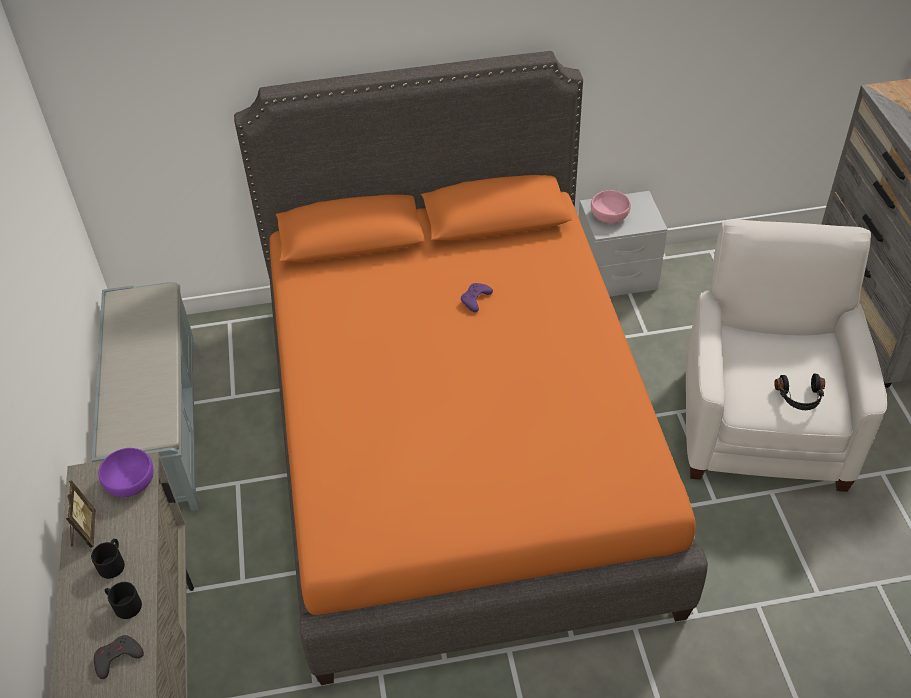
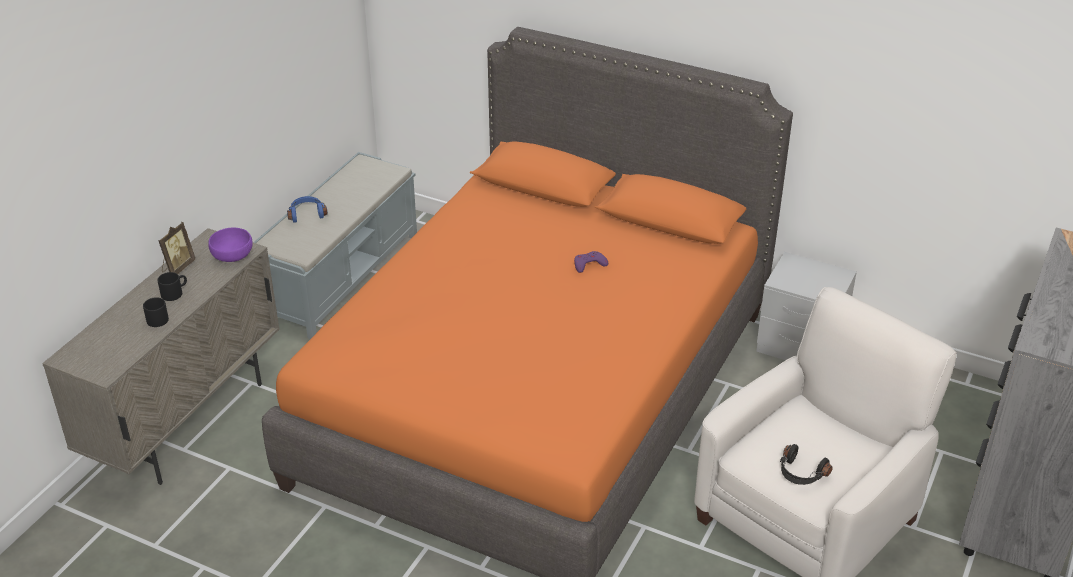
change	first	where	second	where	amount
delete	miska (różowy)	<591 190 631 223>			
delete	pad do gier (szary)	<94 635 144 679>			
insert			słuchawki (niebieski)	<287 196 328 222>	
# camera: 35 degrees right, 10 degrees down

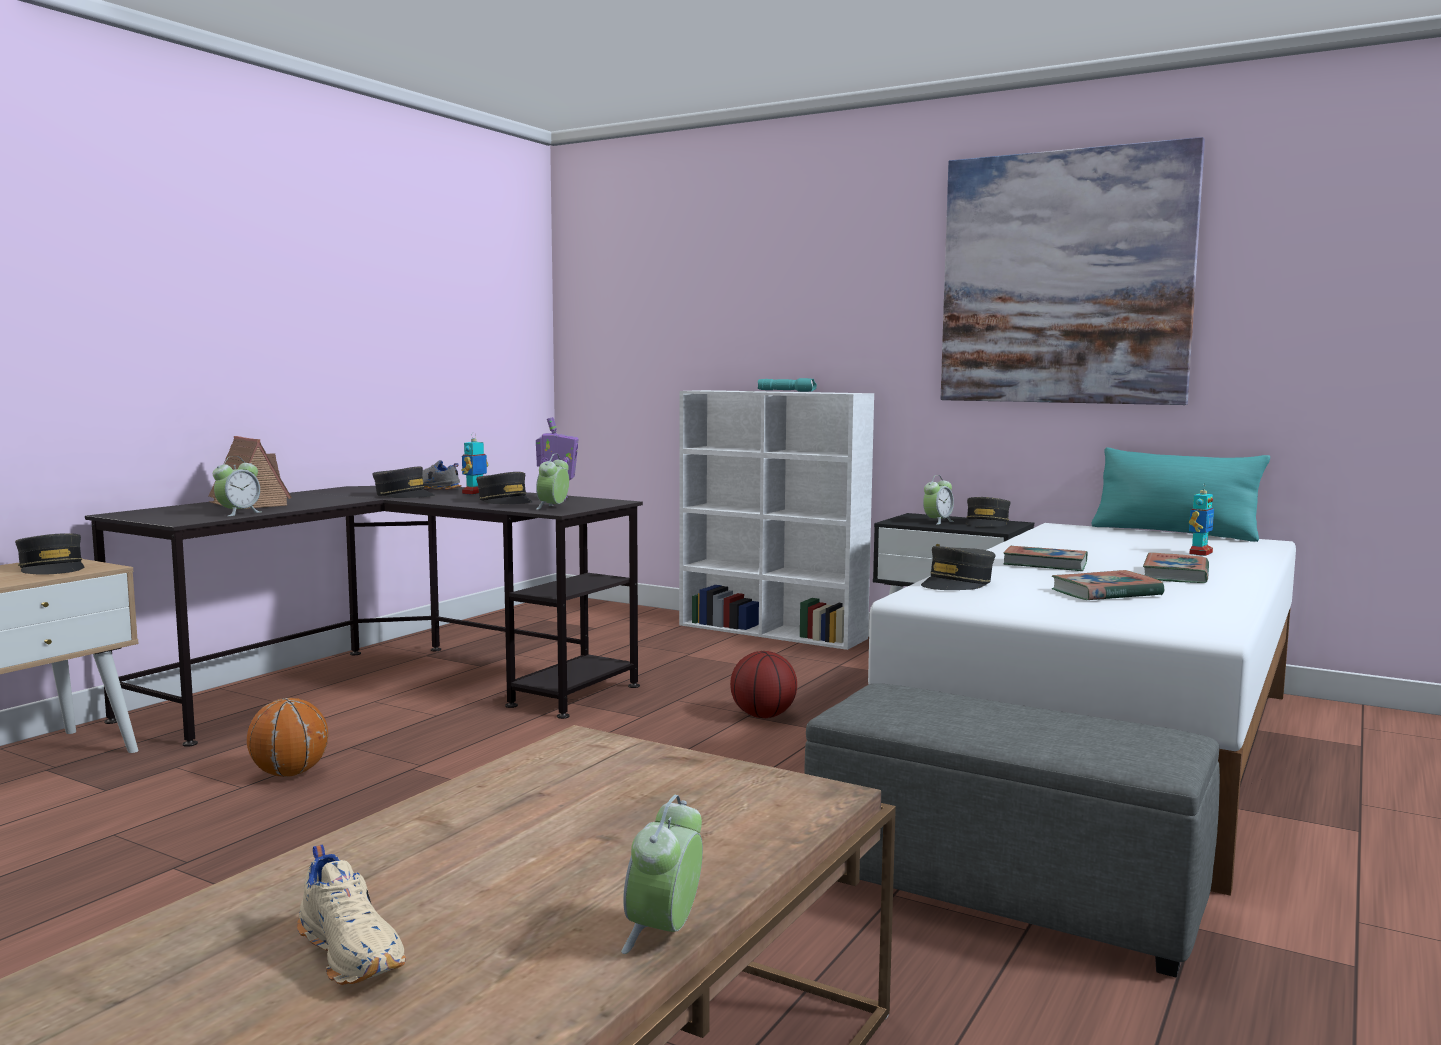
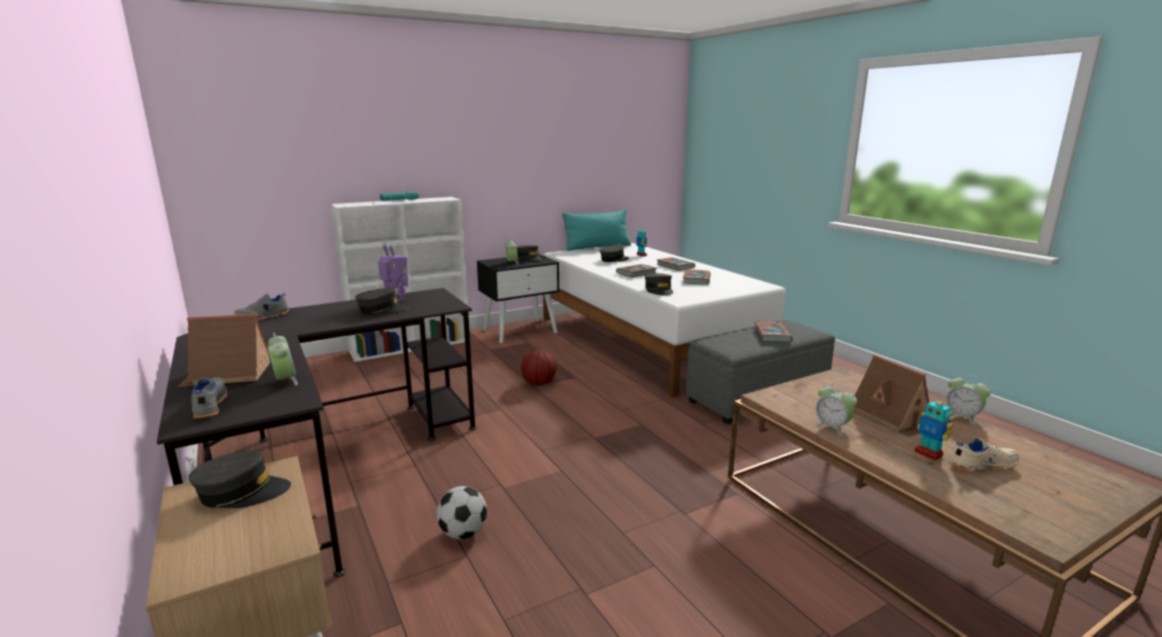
change	first	where	second	where	amount
delete	obraz	<941 137 1205 405>			
move	robot zabawkowy	<461 432 489 495>		<915 396 953 460>	
move	budzik	<536 454 569 510>		<813 383 857 436>	
move	czapka z daszkiem (szary)	<372 466 435 498>		<600 245 629 262>	
replace	piłka do koszykówki	<247 698 328 777>	piłka futbolowa	<437 486 487 539>	
insert			książka	<754 322 792 342>	
insert			domek	<854 354 929 437>	
insert			but (szary)	<192 377 227 419>	
# camera: 60 degrees left, 10 degrees up

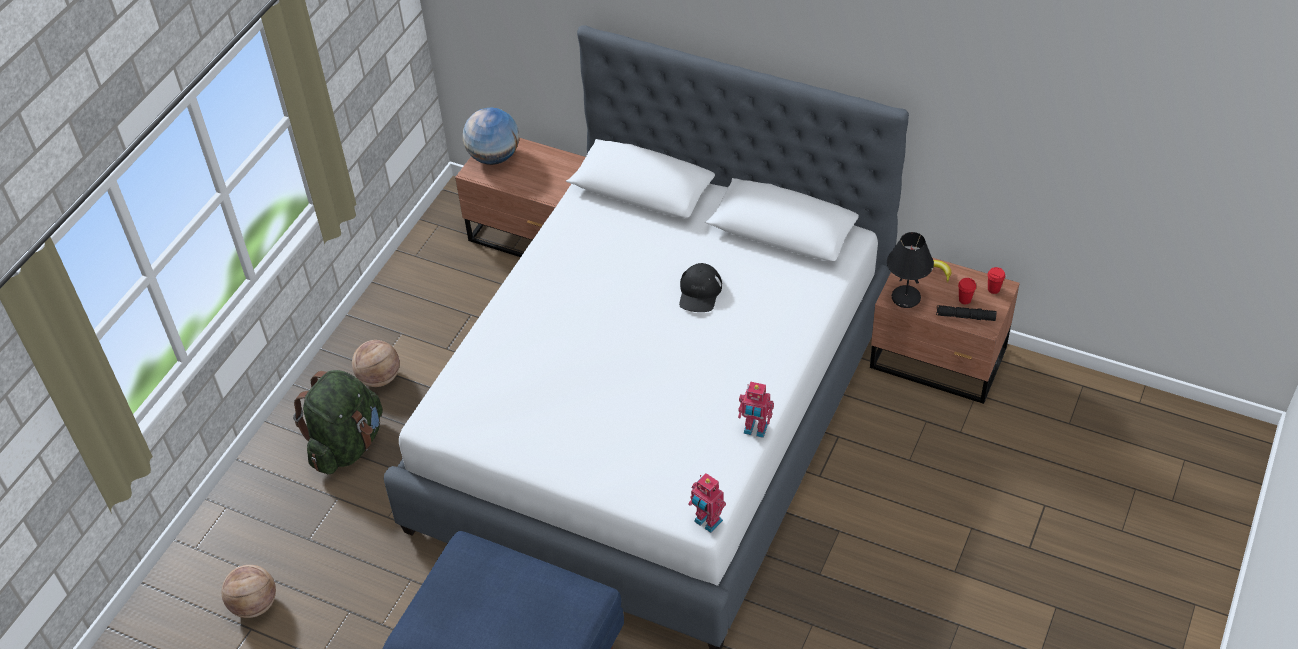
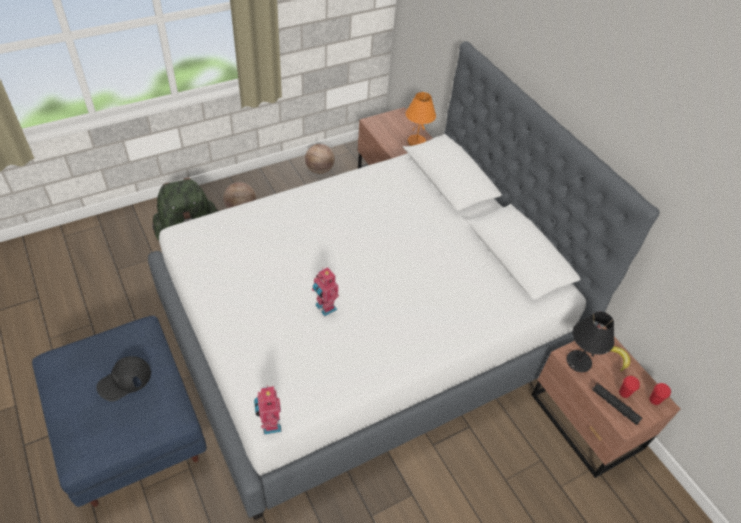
change	first	where	second	where	amount
delete	globus	<463 108 519 165>			
move	czapka z daszkiem (czarny)	<679 263 722 312>		<96 356 151 402>	
move	robot zabawkowy	<738 381 774 438>		<312 267 339 316>	
move	piłka do koszykówki	<222 565 276 618>		<305 144 335 174>	
insert			lampa stołowa (pomarańczowy)	<405 92 436 146>	
# camera: 30 degrees right, 0 degrees up

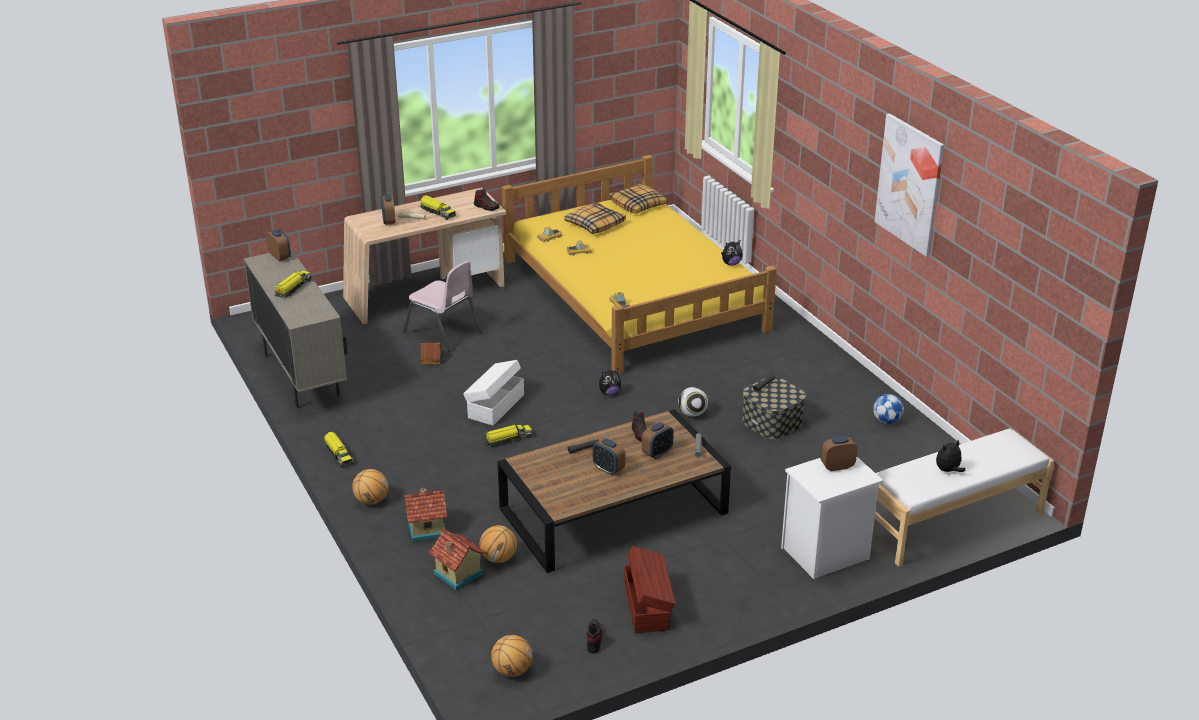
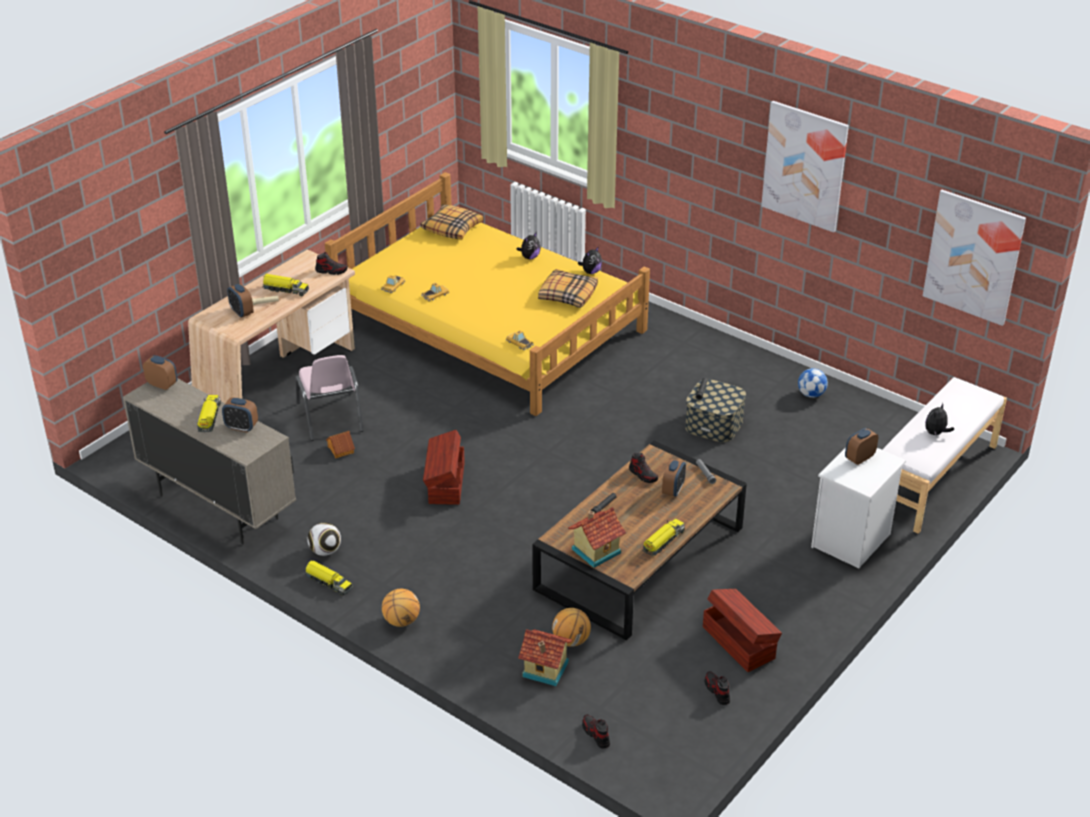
change	first	where	second	where	amount
move	poduszka	<564 202 626 234>		<538 269 598 308>	
rotate	krzesło (różowy)	<403 261 482 352>		<295 355 364 441>	60 degrees clockwise
recolor	pojemnik do przechowywania (biały)	<463 360 524 426>	pojemnik do przechowywania (brązowy)	<423 430 465 505>	
move	pluszak	<599 369 621 395>		<517 232 541 259>	
move	piłka futbolowa	<678 387 708 417>		<307 523 341 556>	
move	ciężarówka zabawkowa	<484 424 532 447>		<642 519 685 556>	
move	budzik	<593 438 625 475>		<222 397 258 432>	
move	domek	<404 488 447 541>		<568 507 626 568>	
delete	piłka do koszykówki	<491 635 533 677>			
insert			obraz	<923 190 1026 326>	
insert			but	<582 714 610 749>	
# camera: 25 degrees left, 5 degrees up

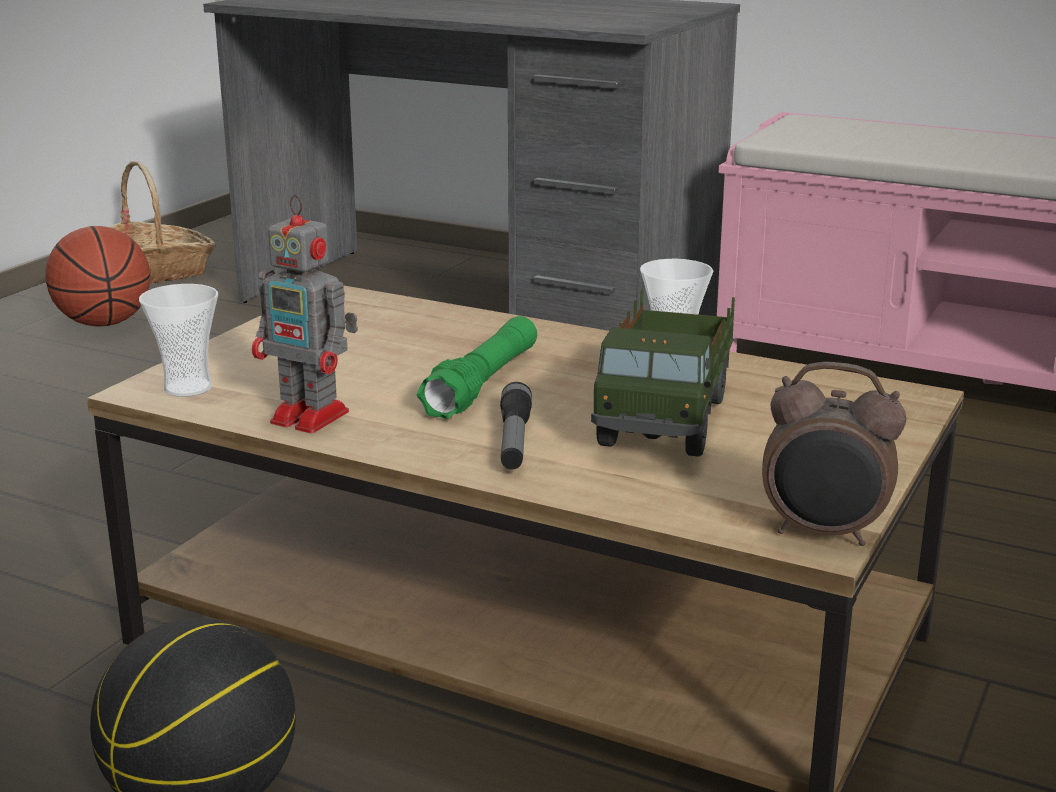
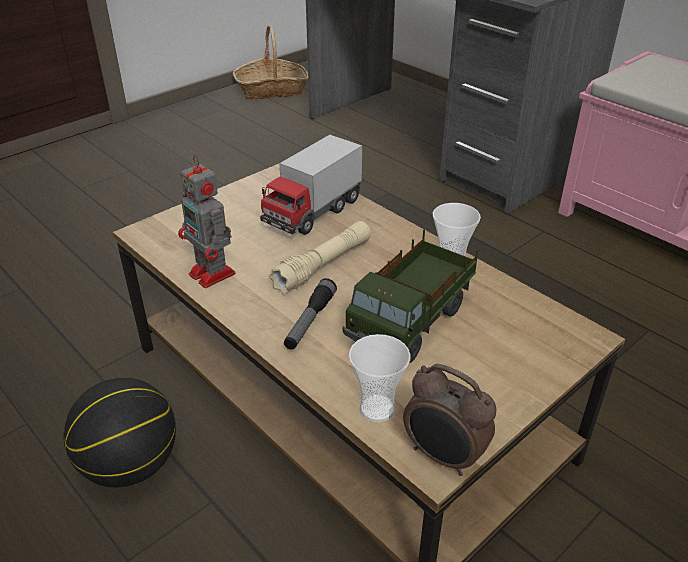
change	first	where	second	where	amount
delete	piłka do koszykówki	<45 226 150 327>			
move	filiżanka	<139 284 218 397>		<349 334 411 422>	
recolor	latarka (zielony)	<417 316 537 419>	latarka (beżowy)	<268 221 371 294>	
insert			ciężarówka zabawkowa	<260 135 362 235>	
# camera: 20 degrees right, 15 degrees up

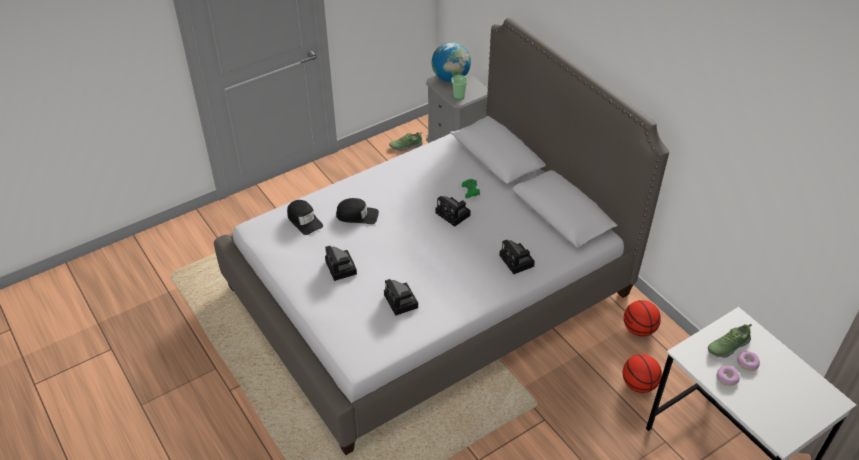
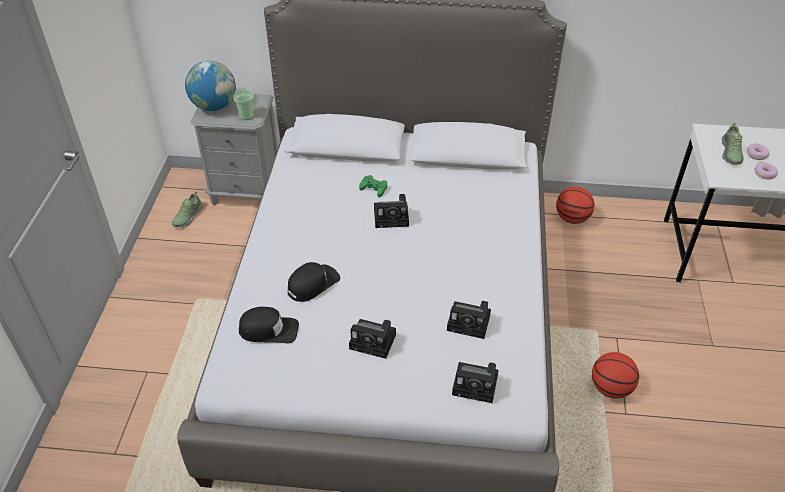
change	first	where	second	where	amount
move	aparat fotograficzny	<499 240 535 274>		<452 362 499 403>	
move	piłka do koszykówki	<623 354 662 393>		<592 352 639 398>	
# camera: 50 degrees left, 0 degrees up

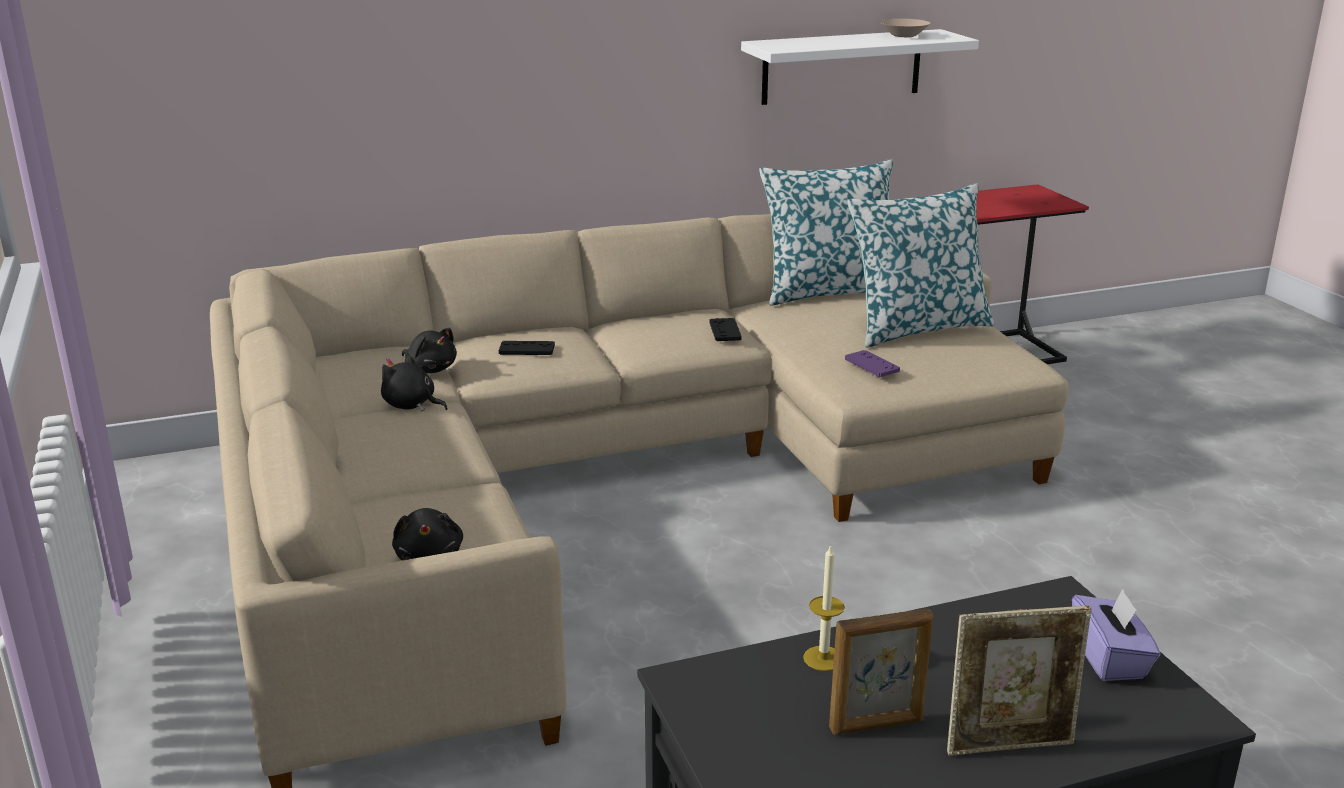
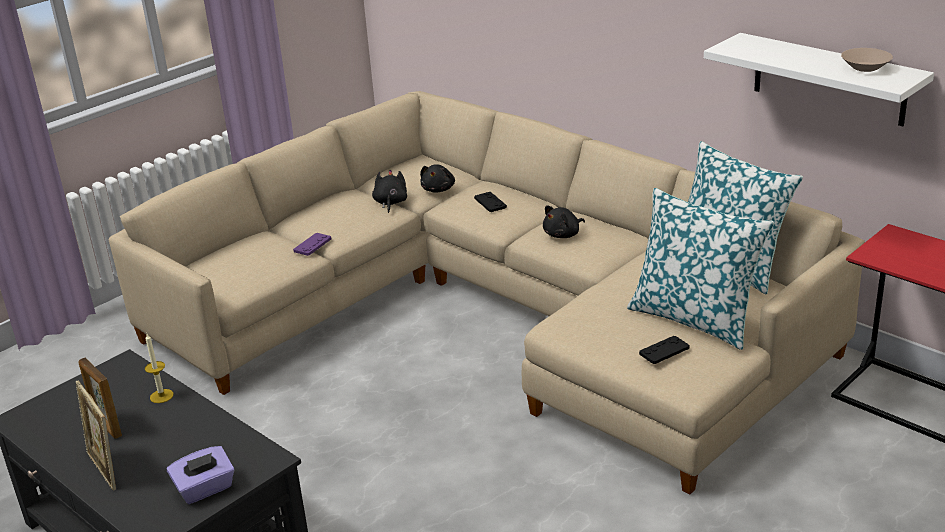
change	first	where	second	where	amount
move	pad do gier (czarny)	<710 318 742 341>		<639 336 689 364>	
move	pad do gier (fioletowy)	<845 350 900 377>		<293 233 331 256>	
move	pluszak (czarny)	<392 508 463 561>		<543 205 585 238>	
# camera: 65 degrees right, 5 degrees up

